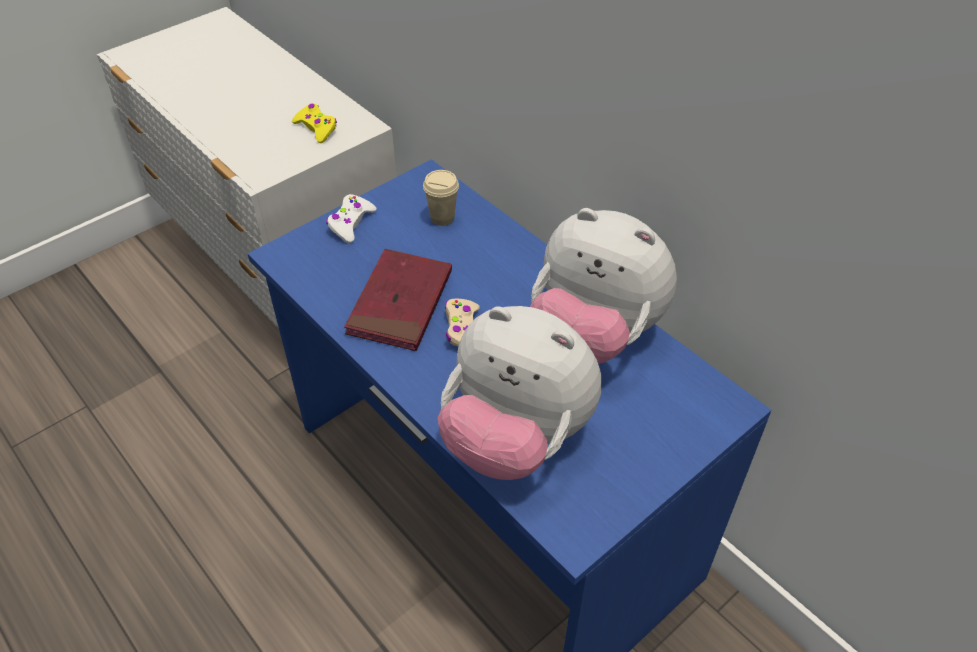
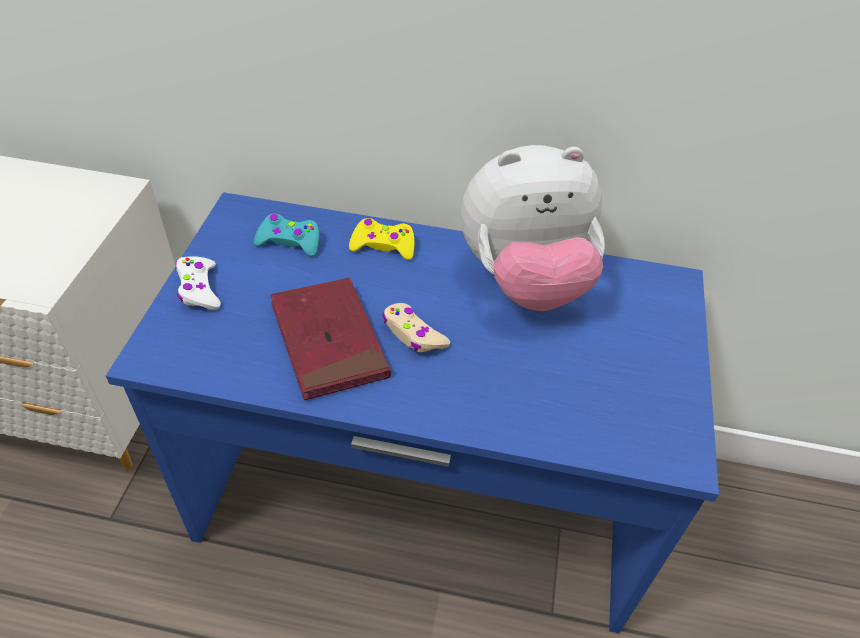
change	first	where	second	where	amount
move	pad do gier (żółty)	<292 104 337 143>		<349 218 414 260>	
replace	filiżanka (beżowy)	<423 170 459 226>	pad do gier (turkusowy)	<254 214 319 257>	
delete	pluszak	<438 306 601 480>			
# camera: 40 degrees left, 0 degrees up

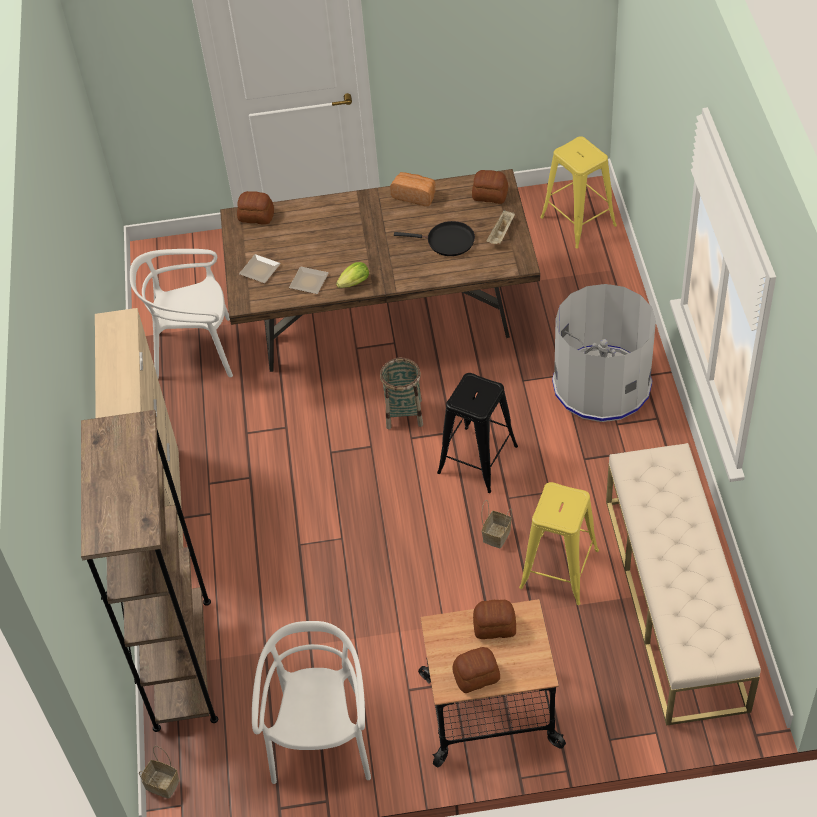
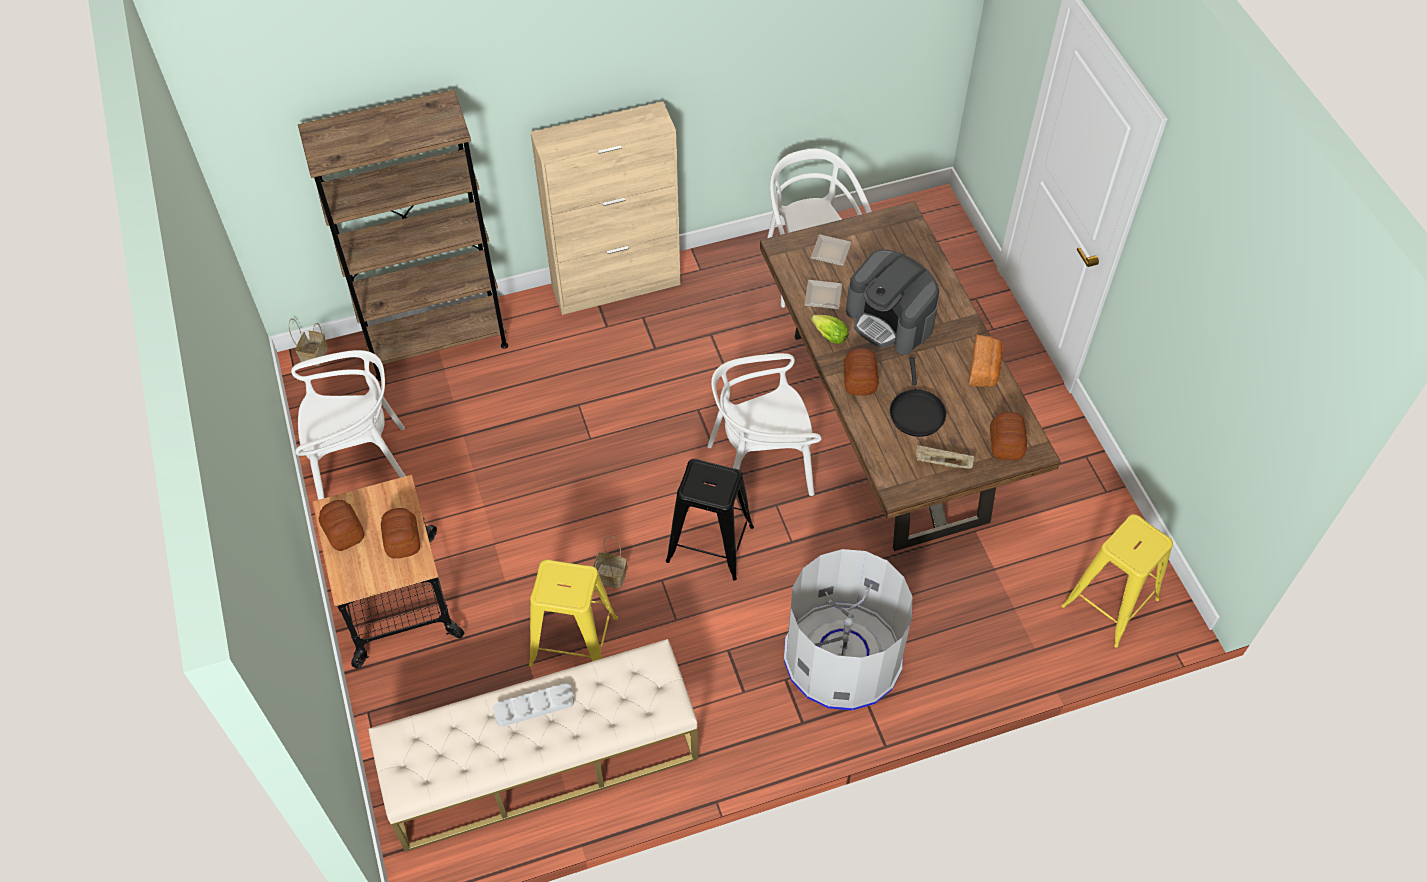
change	first	where	second	where	amount
move	chleb	<237 191 274 224>		<844 348 878 395>	
replace	koszyk	<380 358 423 429>	krzesło (biały)	<707 353 822 496>	
insert			ekspres do kawy	<846 249 939 354>	
insert			taca (szary)	<493 683 574 726>	
# camera: 75 degrees right, 5 degrees up

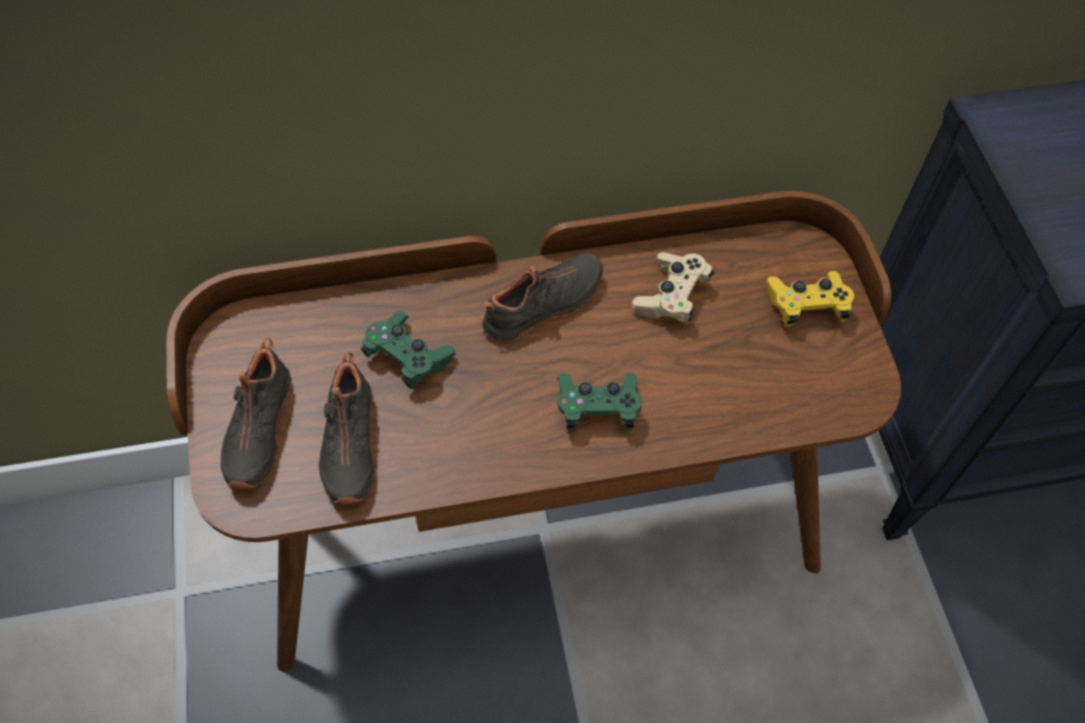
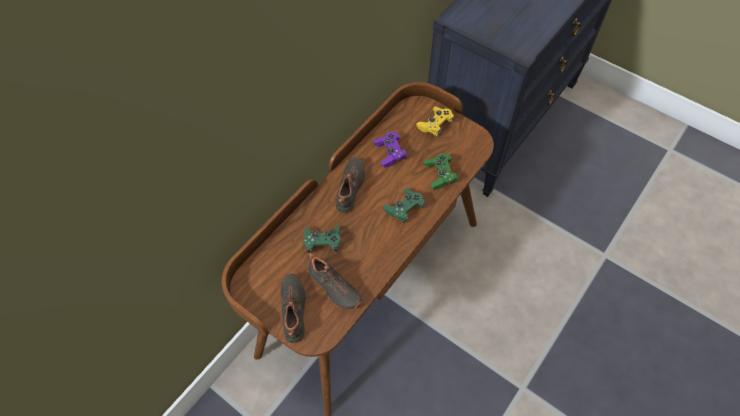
change	first	where	second	where	amount
recolor	pad do gier (beżowy)	<632 252 714 324>	pad do gier (fioletowy)	<373 132 408 168>	
rotate	but (czarny)	<221 338 292 489>		<280 273 306 343>	150 degrees counterclockwise
insert			pad do gier (zielony)	<424 153 458 190>	
# camera: 40 degrees left, 0 degrees up

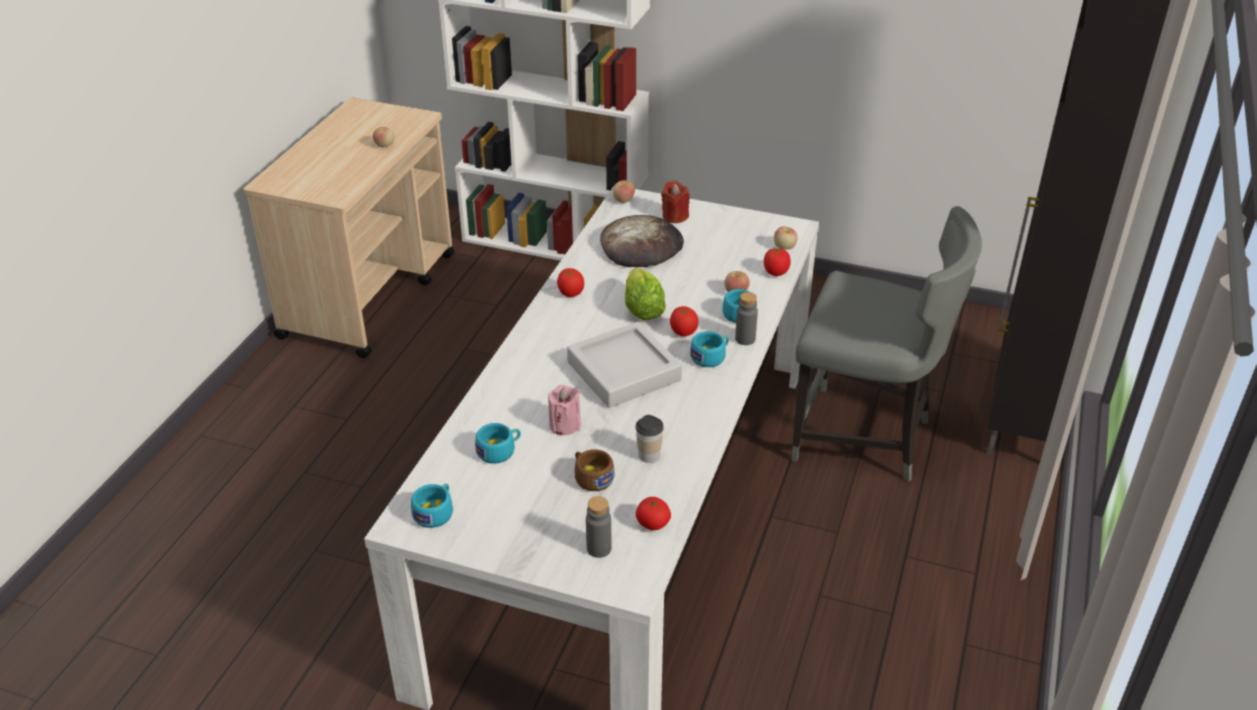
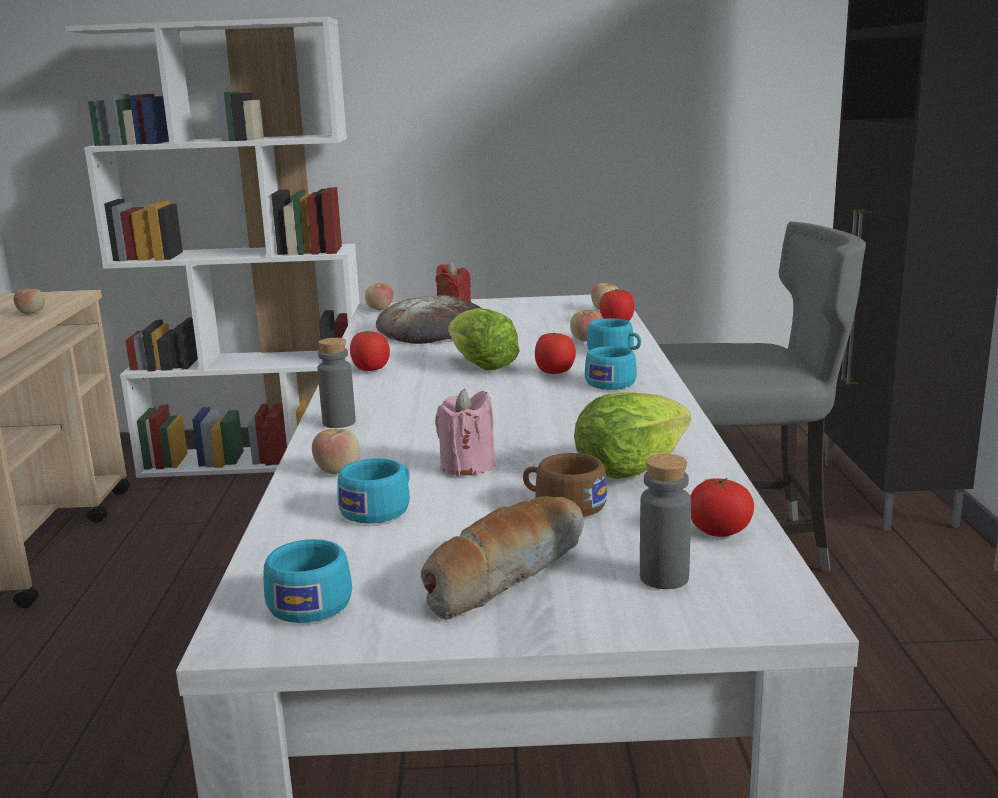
change	first	where	second	where	amount
move	butelka (szary)	<735 292 758 345>		<317 338 356 428>	
delete	taca (szary)	<567 322 682 408>			
replace	filiżanka	<636 415 664 463>	sałata	<574 392 691 479>	
insert			jabłko	<312 429 360 474>	
insert			chleb	<421 496 584 620>	
# camera: 20 degrees left, 20 degrees down

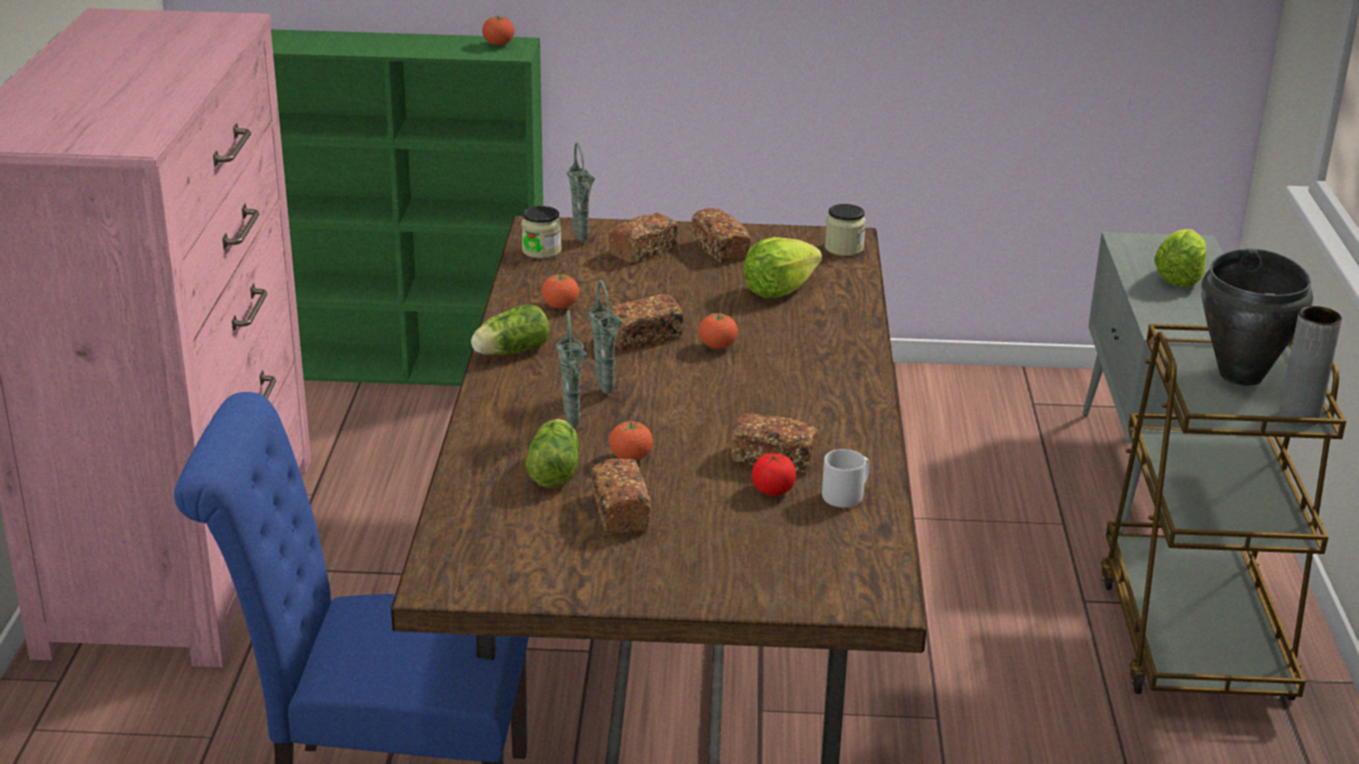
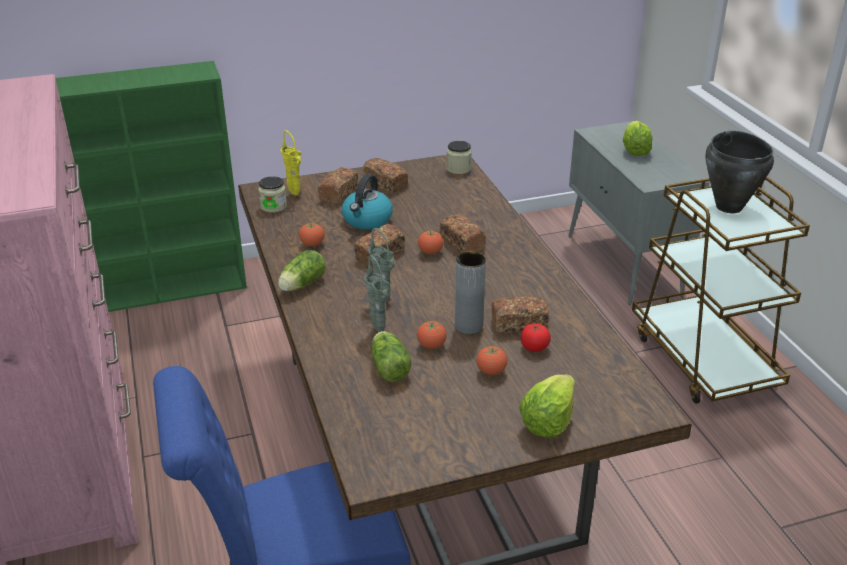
change	first	where	second	where	amount
move	pomidor	<482 16 514 46>		<476 346 507 375>	
recolor	wazon (zielony)	<567 142 595 243>	wazon (żółty)	<280 130 301 196>	
move	sałata	<743 237 822 298>		<519 375 575 438>	
move	wazon (szary)	<1279 306 1342 426>		<455 251 486 334>	
delete	kubek (szary)	<822 449 870 508>			
move	chleb	<591 458 651 534>		<439 214 486 253>	
insert			czajnik	<342 174 393 230>	
# camera: 20 degrees left, 5 degrees up

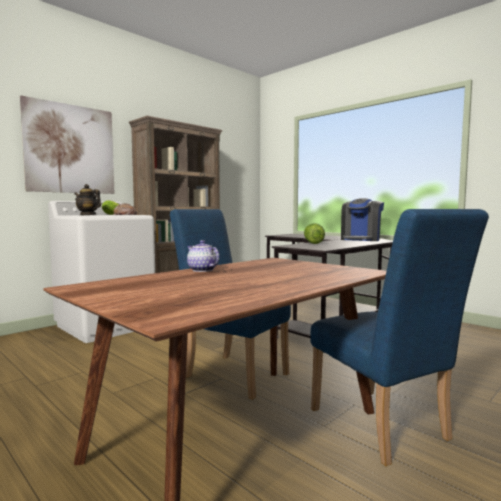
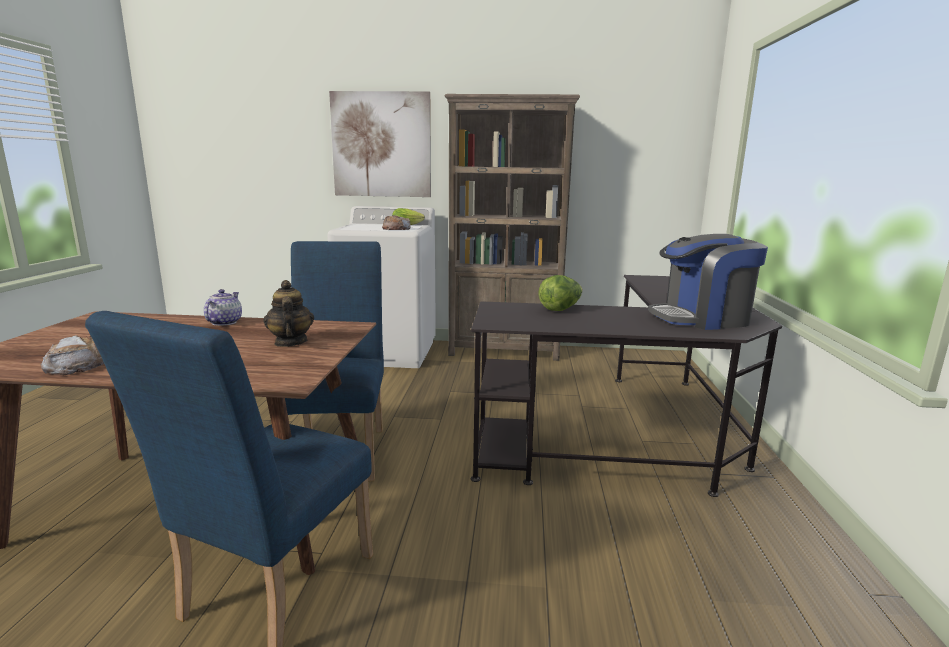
change	first	where	second	where	amount
move	imbryk	<74 184 101 215>		<263 280 314 347>	
insert			chleb	<40 335 104 375>	
# camera: 50 degrees right, 10 degrees up

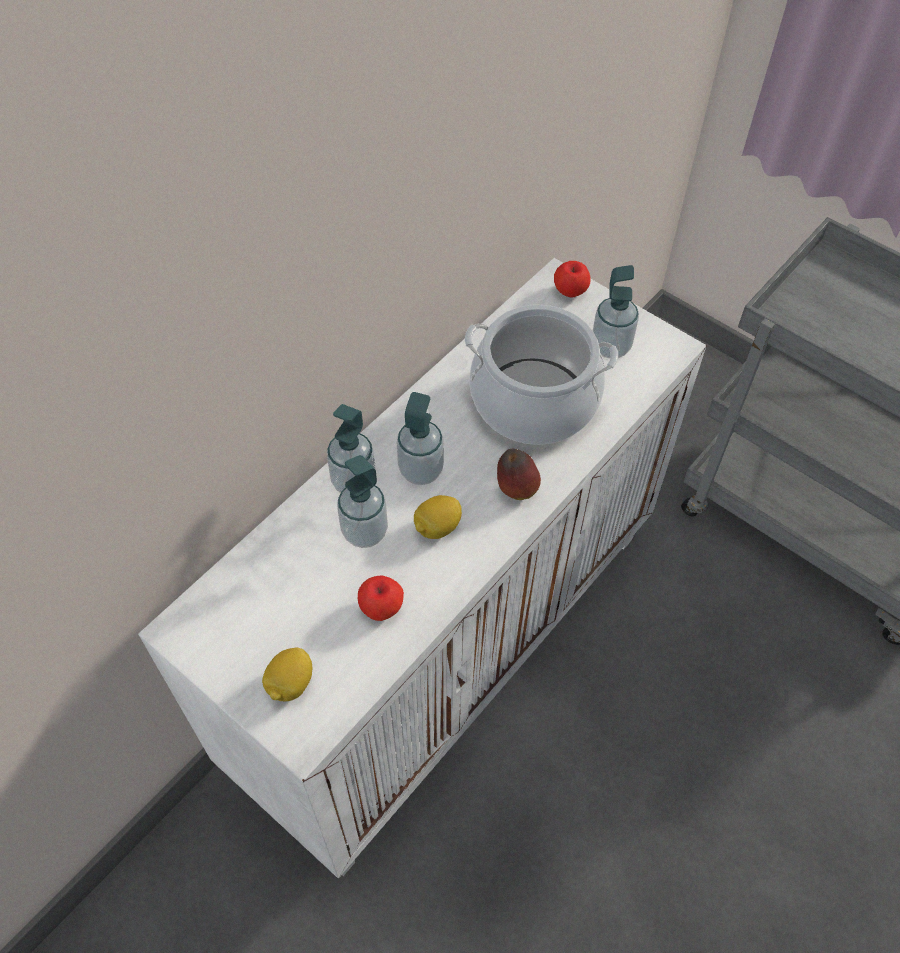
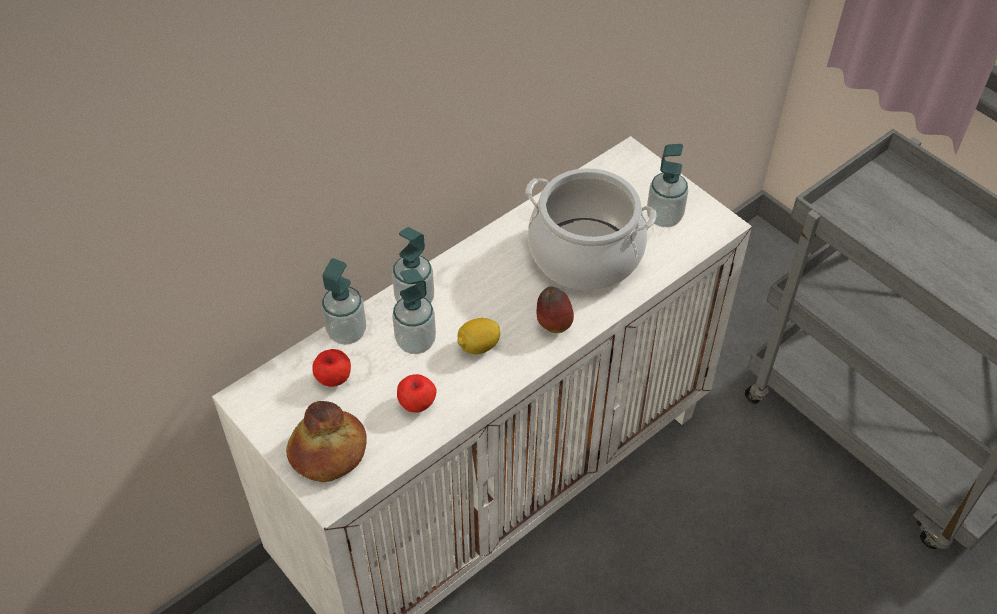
change	first	where	second	where	amount
move	jabłko	<554 261 591 297>		<312 349 351 387>	
move	dozownik mydła	<397 392 444 485>		<322 258 366 345>	
replace	cytryna	<262 648 312 702>	chleb	<286 401 367 482>	
# camera: 10 degrees right, 5 degrees down

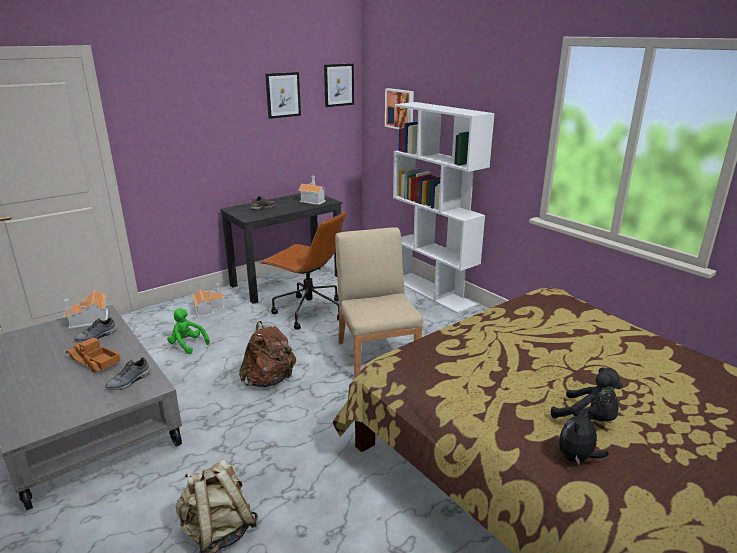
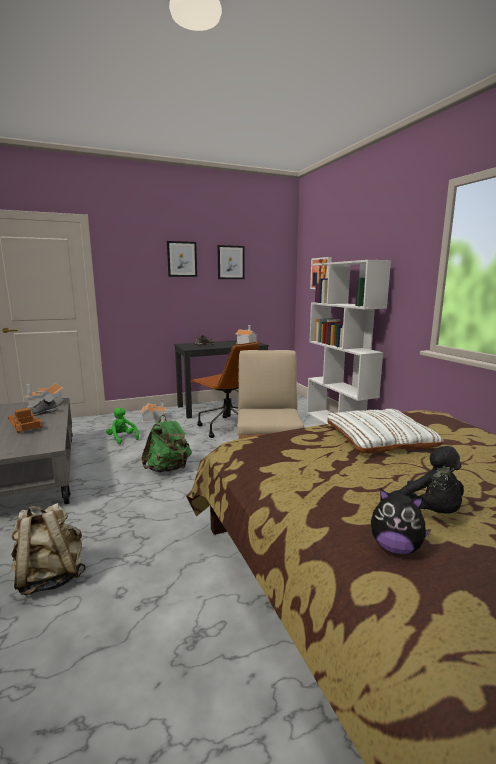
change	first	where	second	where	amount
move	obraz	<324 63 354 107>		<167 241 197 277>	
recolor	plecak (brązowy)	<239 321 296 387>	plecak (zielony)	<141 415 192 473>	
delete	but (szary)	<105 358 151 390>			
rotate	pluszak	<559 407 609 466>		<371 489 431 554>	120 degrees counterclockwise
insert			poduszka (biały)	<327 409 444 454>	
# camera: 15 degrees right, 10 degrees down

